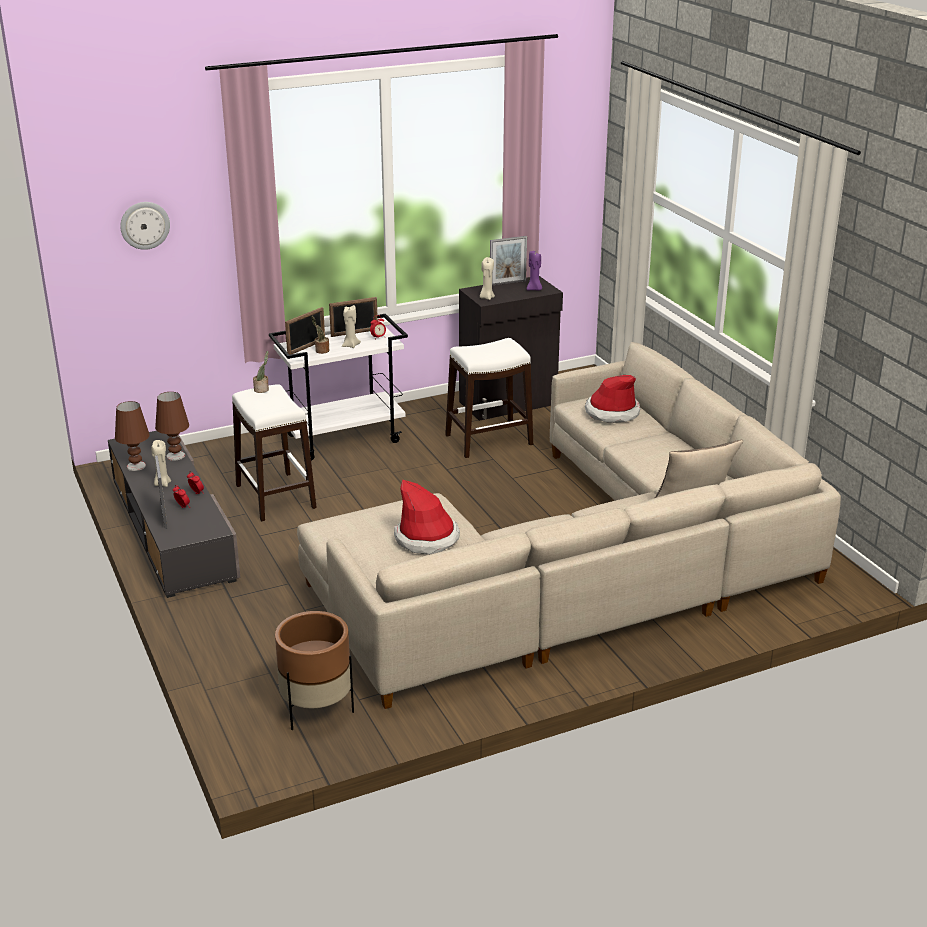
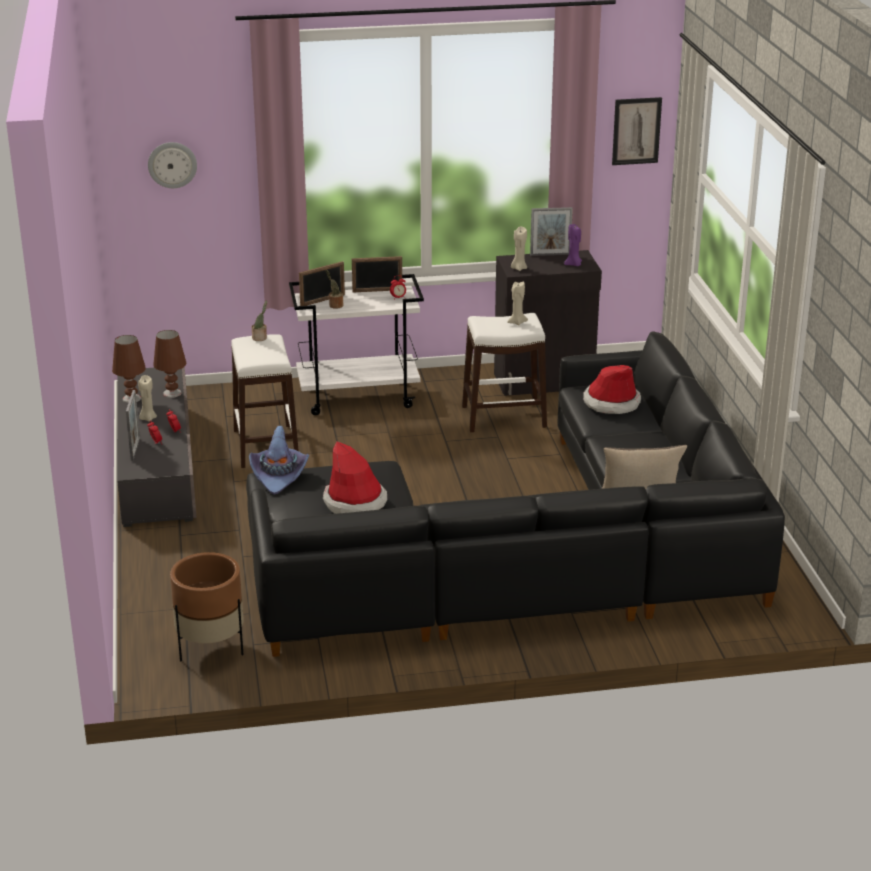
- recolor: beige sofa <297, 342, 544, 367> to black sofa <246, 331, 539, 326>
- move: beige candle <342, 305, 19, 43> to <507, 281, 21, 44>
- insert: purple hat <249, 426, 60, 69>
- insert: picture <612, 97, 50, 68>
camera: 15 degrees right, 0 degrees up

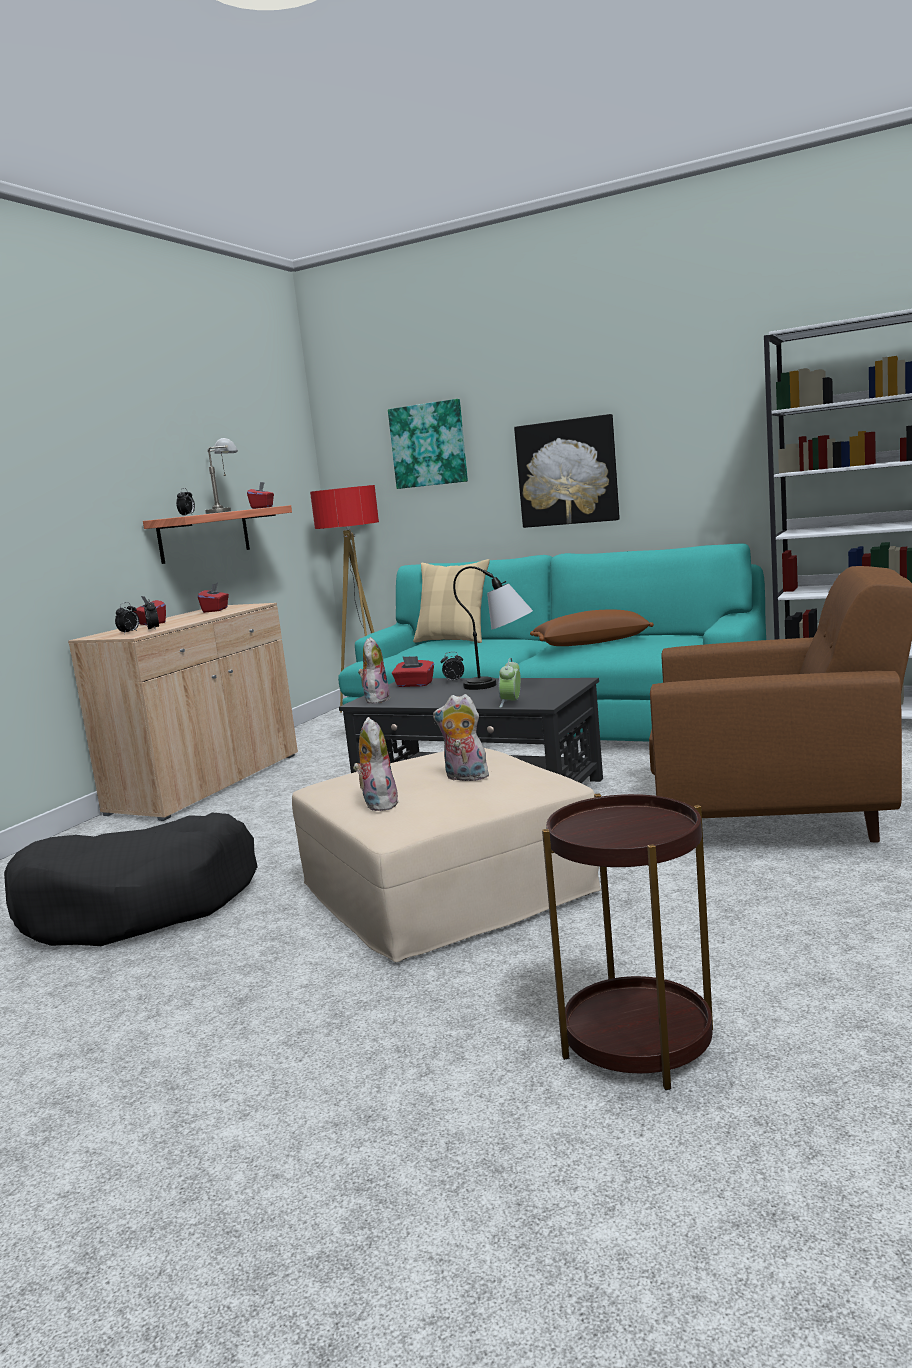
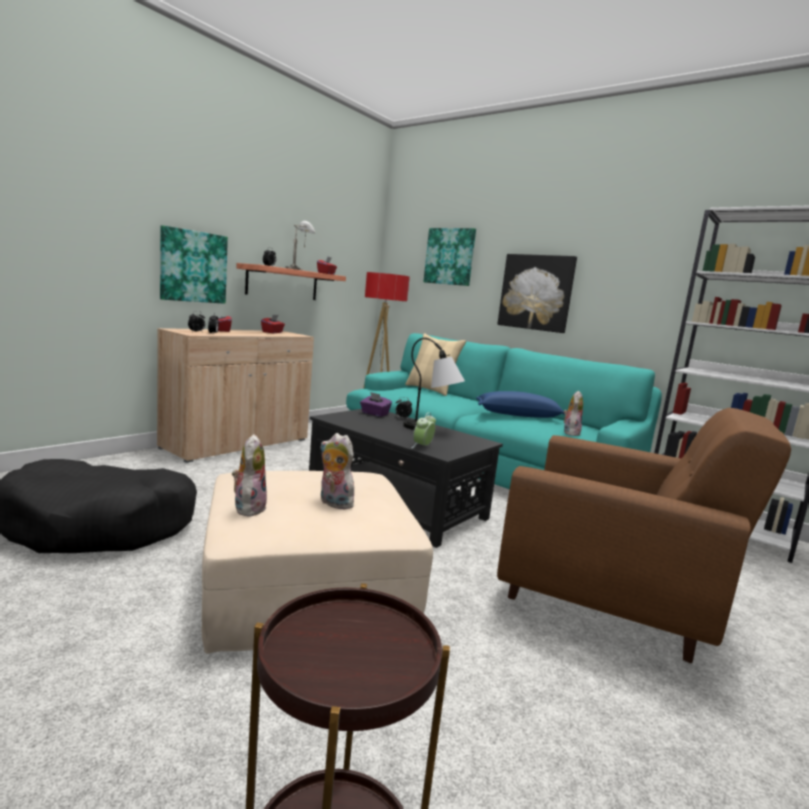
- move: plush toy <358, 637, 32, 67> to <564, 391, 19, 45>
- recolor: red tissue box <392, 656, 42, 31> to purple tissue box <360, 392, 32, 25>
- recolor: brown pillow <530, 610, 124, 36> to blue pillow <476, 391, 89, 27>
- insert: picture <160, 225, 68, 79>
camera: 10 degrees right, 0 degrees up

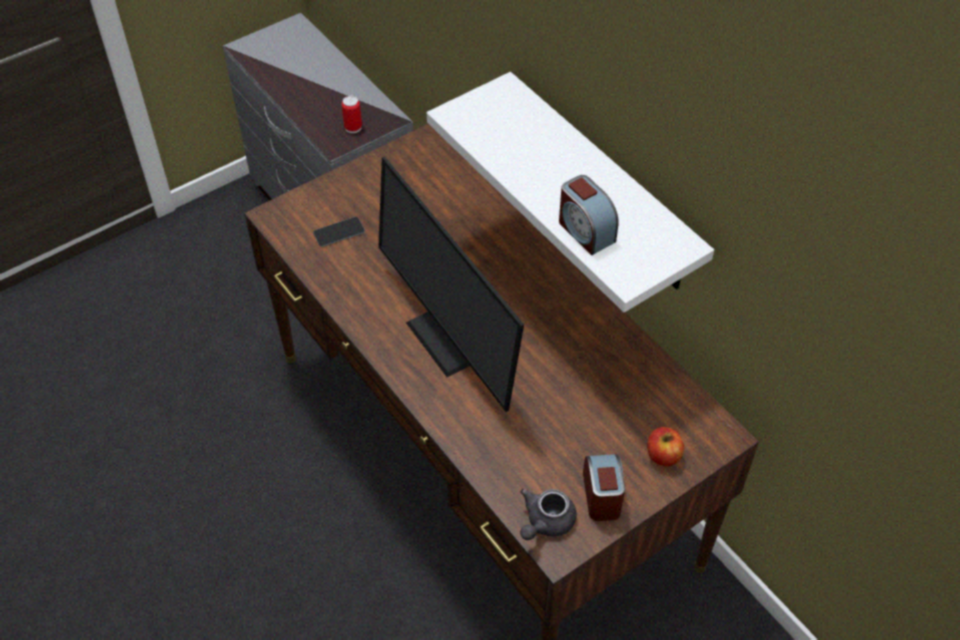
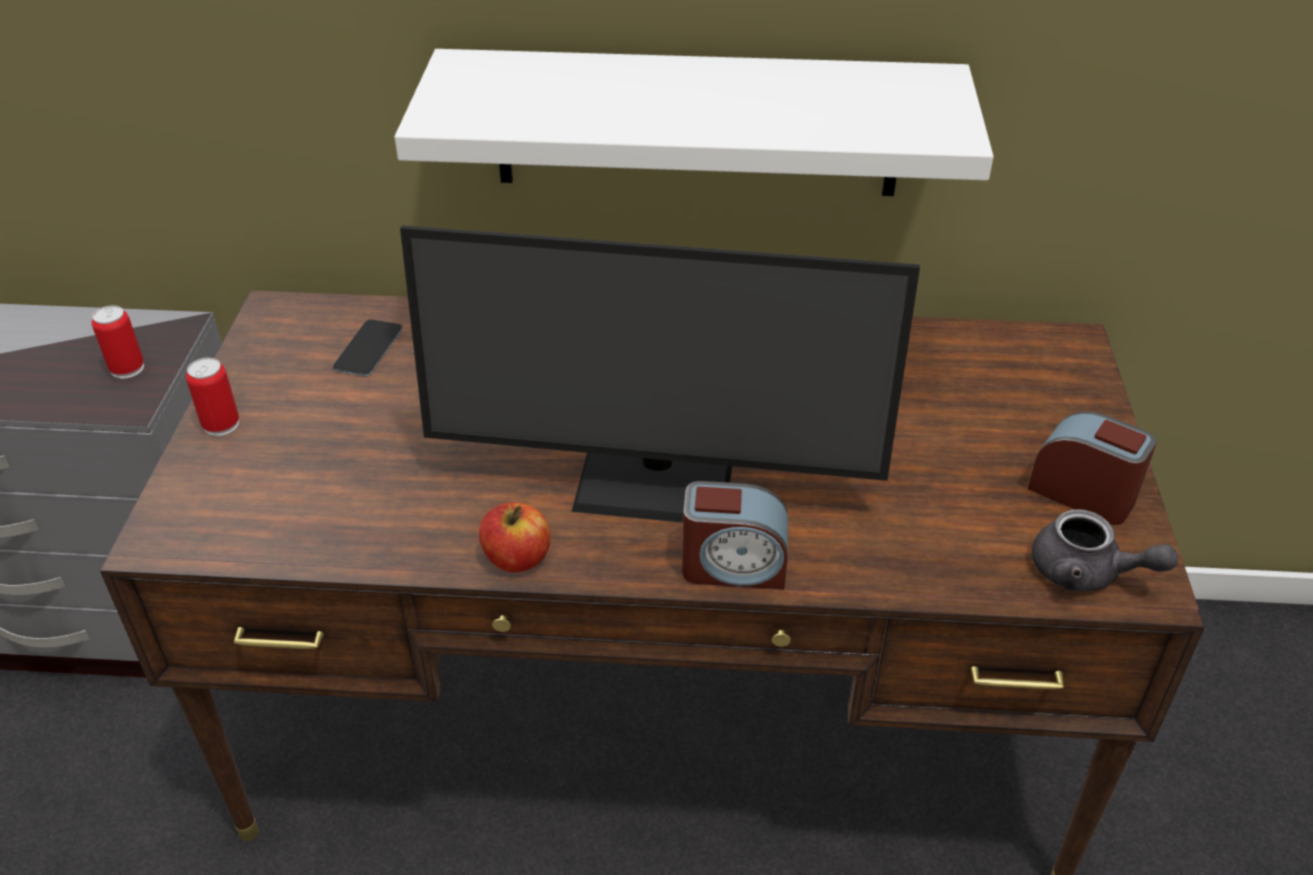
- move: phone <313, 217, 52, 30> to <333, 319, 70, 58>
- rotate: grey teapot <520, 489, 57, 51> = <1032, 509, 146, 83> 45 degrees counterclockwise
- move: alarm clock <559, 175, 60, 80> to <682, 481, 106, 108>
- move: apple <647, 427, 37, 39> to <479, 502, 72, 70>
- insert: can <186, 358, 53, 78>
camera: 50 degrees left, 10 degrees down

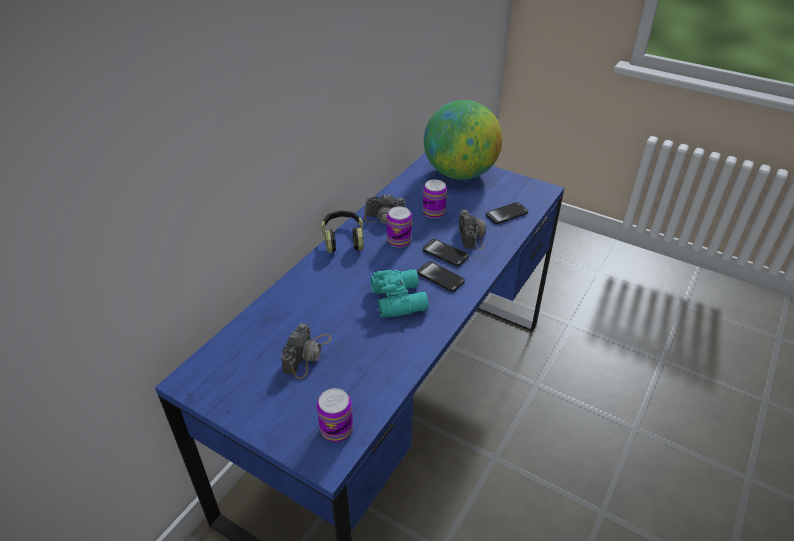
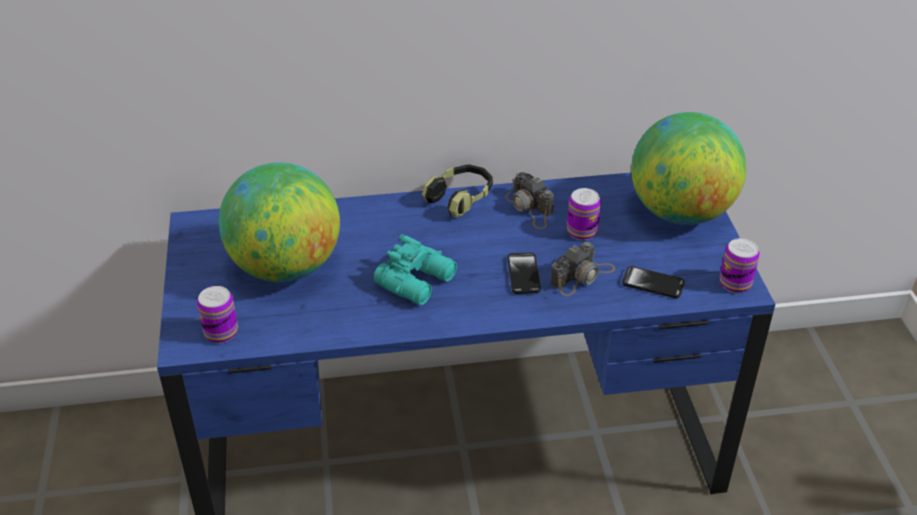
- replace: photo camera <281, 323, 50, 56> to globe <219, 162, 121, 120>
- move: can <387, 206, 25, 41> to <720, 238, 40, 55>
- delete: phone <417, 261, 48, 31>
camera: 50 degrees right, 0 degrees up

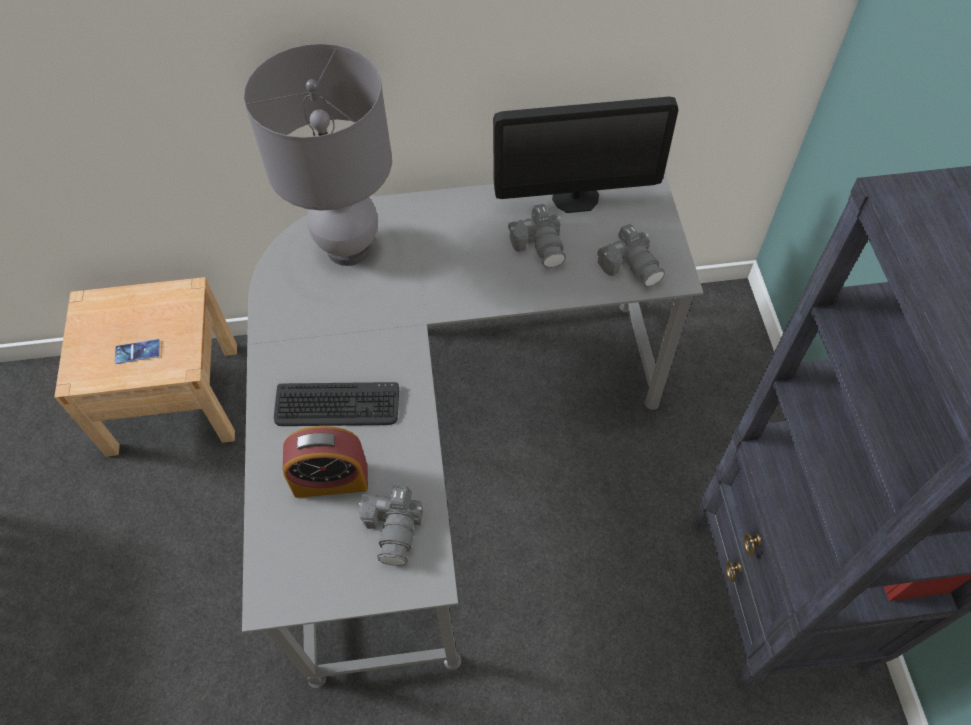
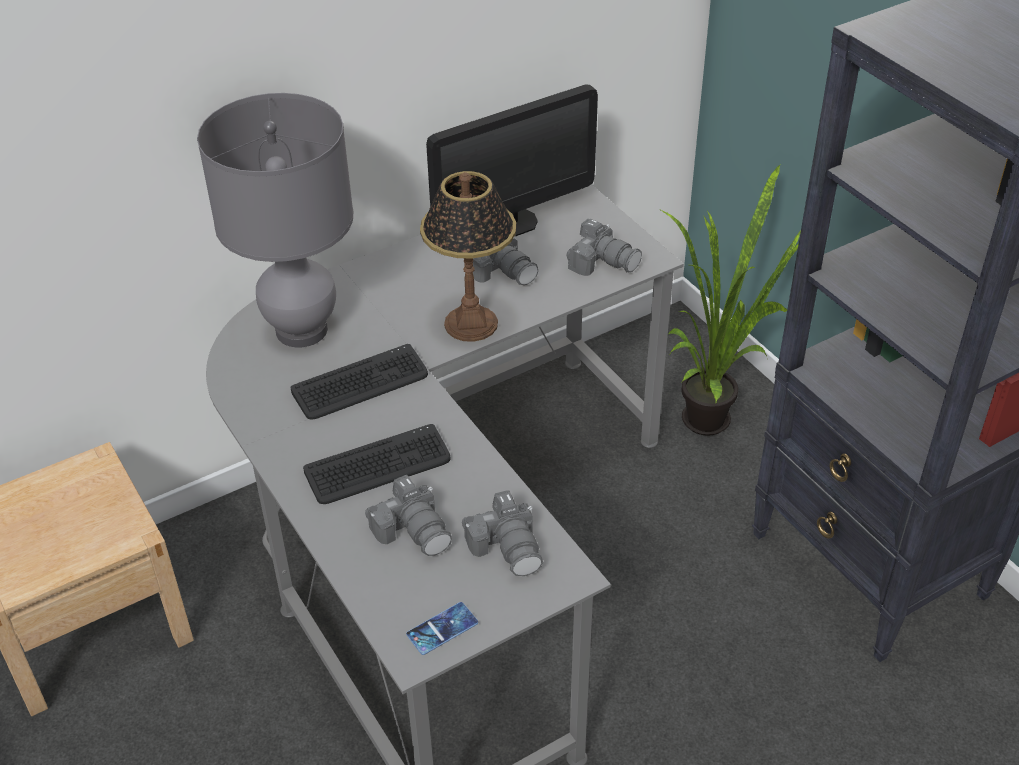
- move: phone <115, 339, 45, 25> to <406, 602, 72, 53>
- replace: alarm clock <283, 426, 85, 72> to photo camera <365, 475, 87, 81>
- insert: keyboard <291, 344, 137, 76>
- insert: table lamp <420, 171, 96, 171>
- insert: potted plant <661, 164, 140, 272>
camera: 25 degrees left, 15 degrees down

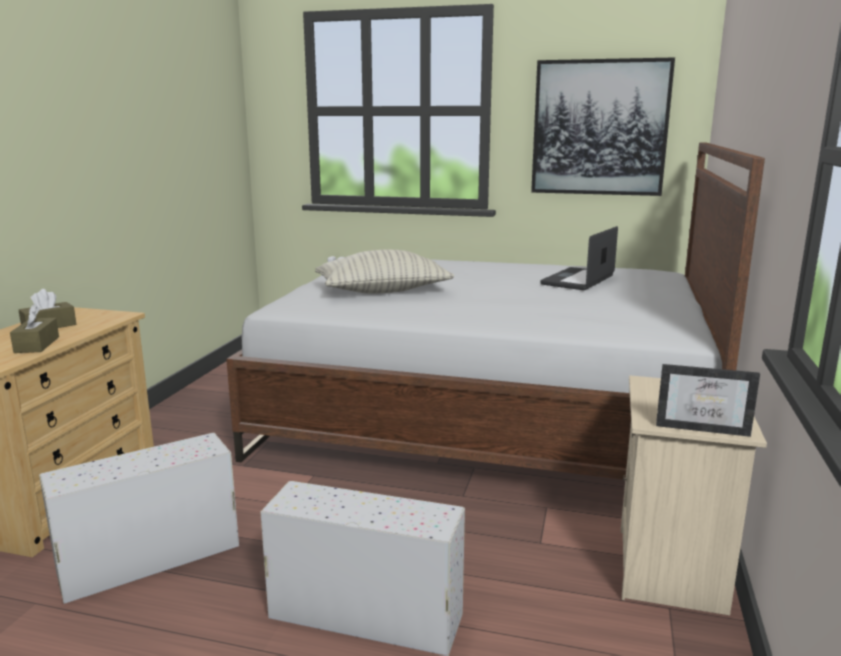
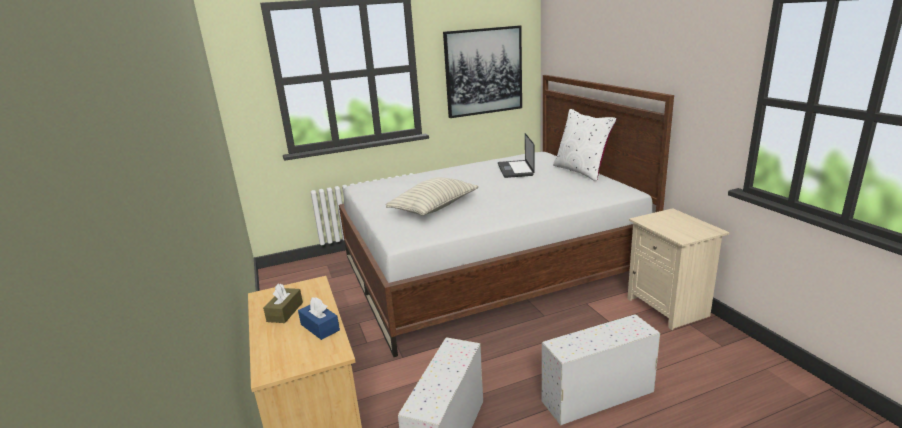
- recolor: brown tissue box <10, 304, 49, 49> to blue tissue box <298, 297, 42, 43>
- delete: picture frame <656, 364, 104, 73>
- insert: white pillow <553, 109, 64, 72>
camera: 35 degrees left, 5 degrees up

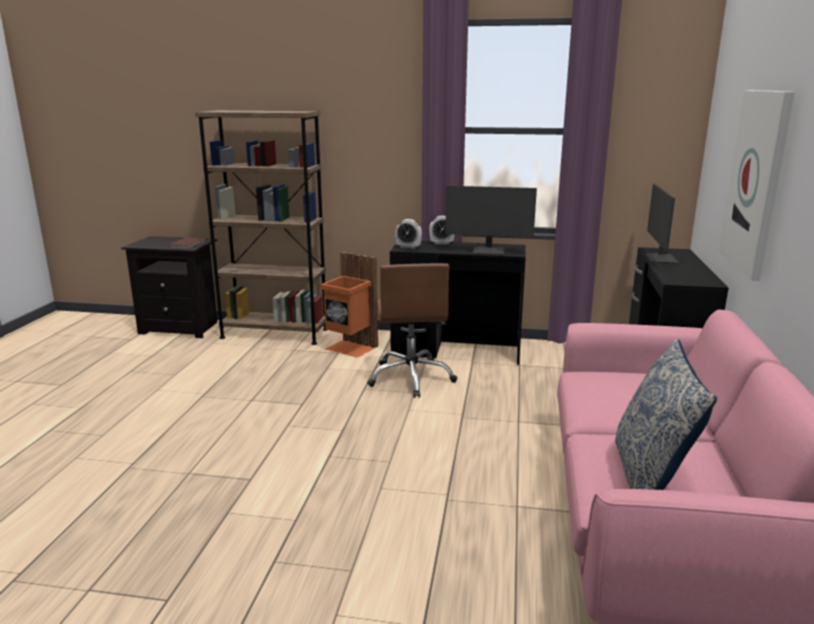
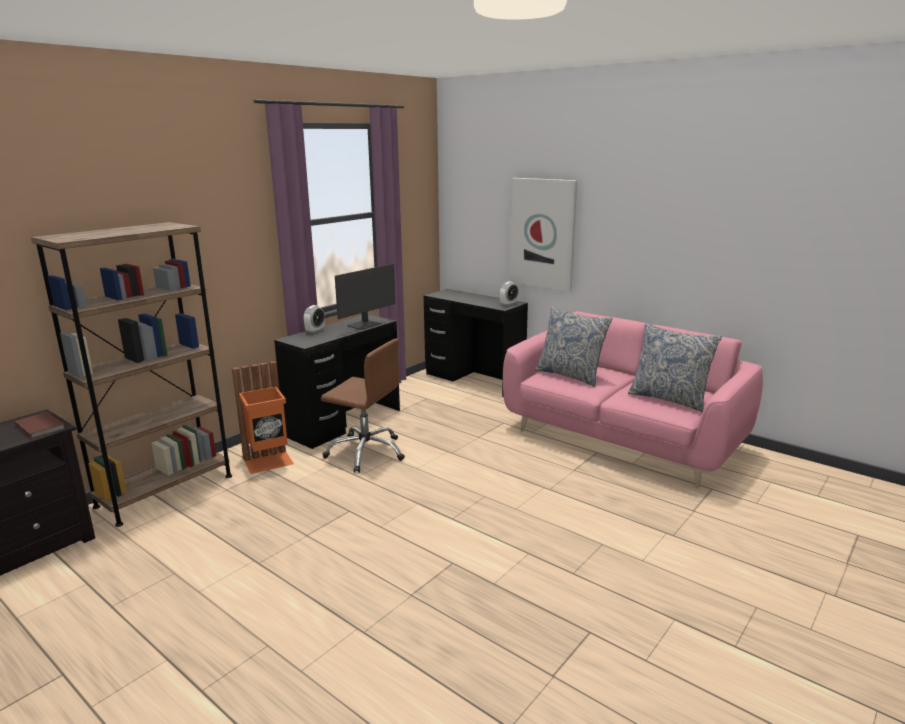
- move: alarm clock <395, 219, 27, 30> to <500, 282, 19, 24>
- delete: monitor <646, 184, 33, 79>
- insert: pillow <535, 307, 77, 80>
camera: 60 degrees left, 0 degrees up

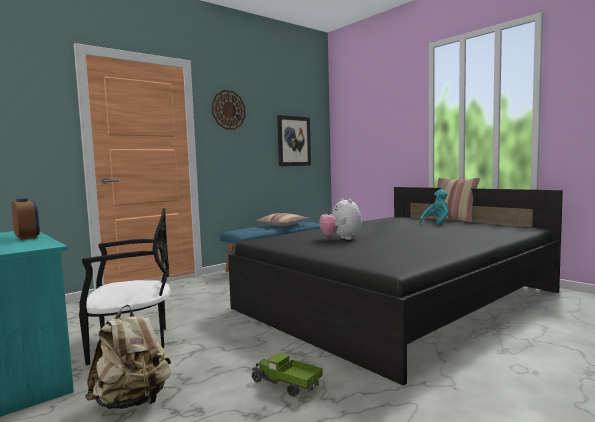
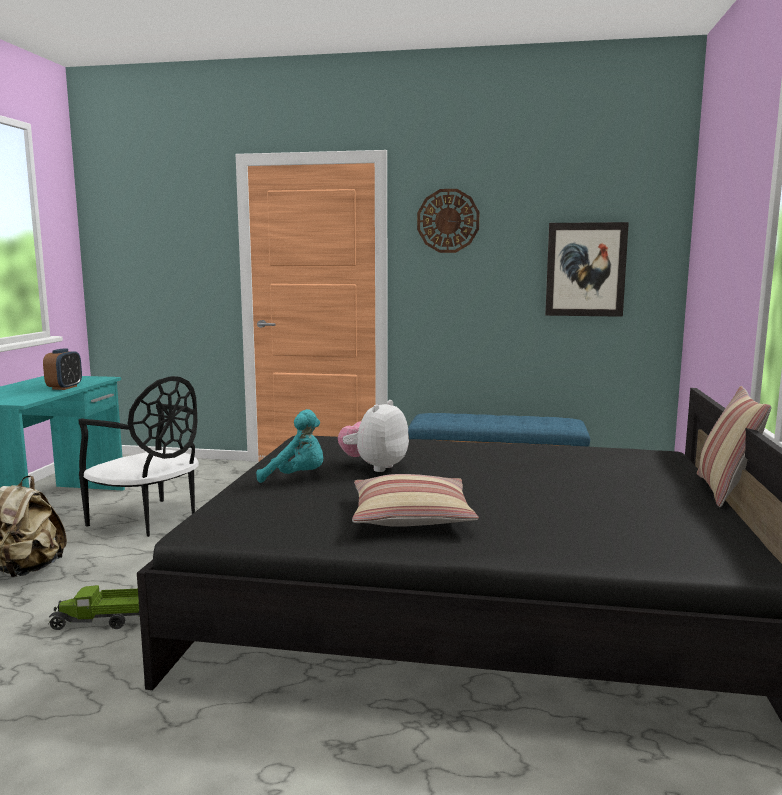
- rotate: toy truck <251, 353, 72, 44> = <49, 585, 91, 45> 90 degrees counterclockwise
- move: pillow <256, 213, 53, 13> to <352, 474, 127, 53>
- move: turquoise plush toy <419, 189, 30, 37> to <256, 409, 67, 74>
camera: 50 degrees right, 5 degrees up

